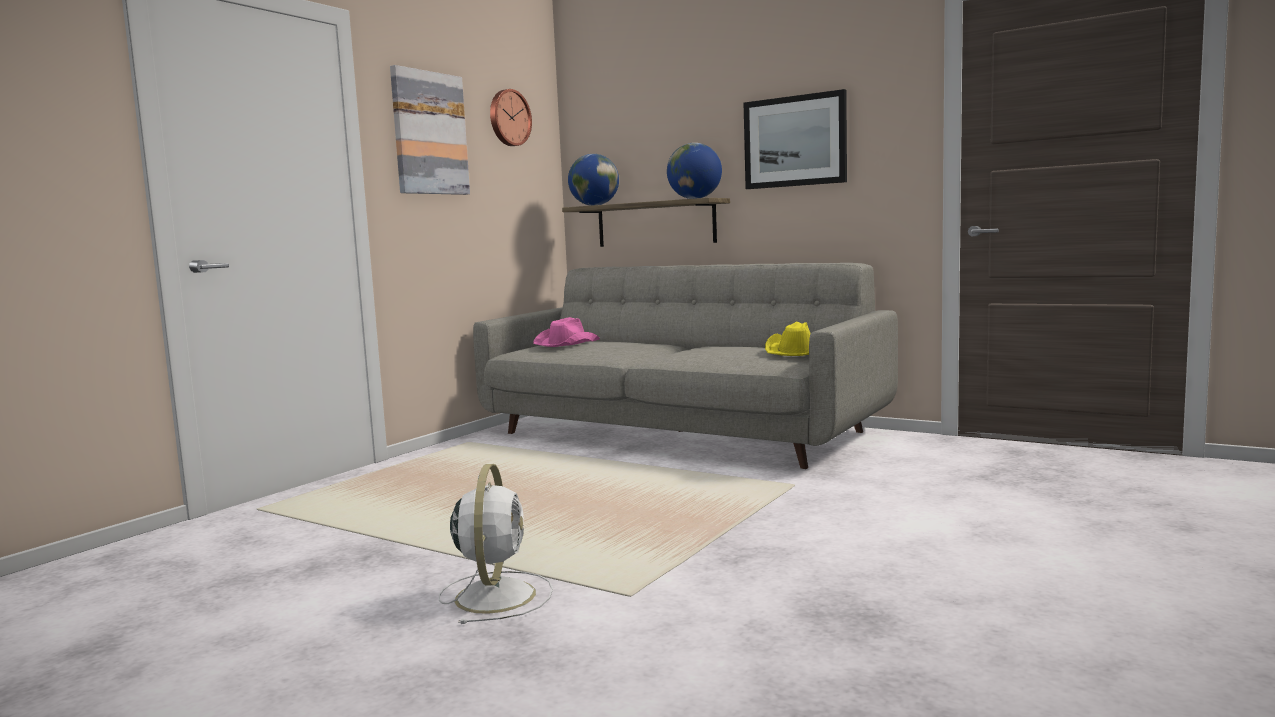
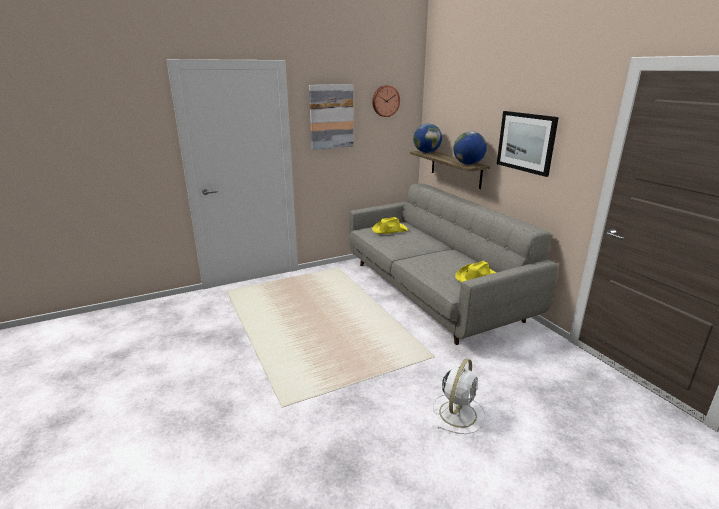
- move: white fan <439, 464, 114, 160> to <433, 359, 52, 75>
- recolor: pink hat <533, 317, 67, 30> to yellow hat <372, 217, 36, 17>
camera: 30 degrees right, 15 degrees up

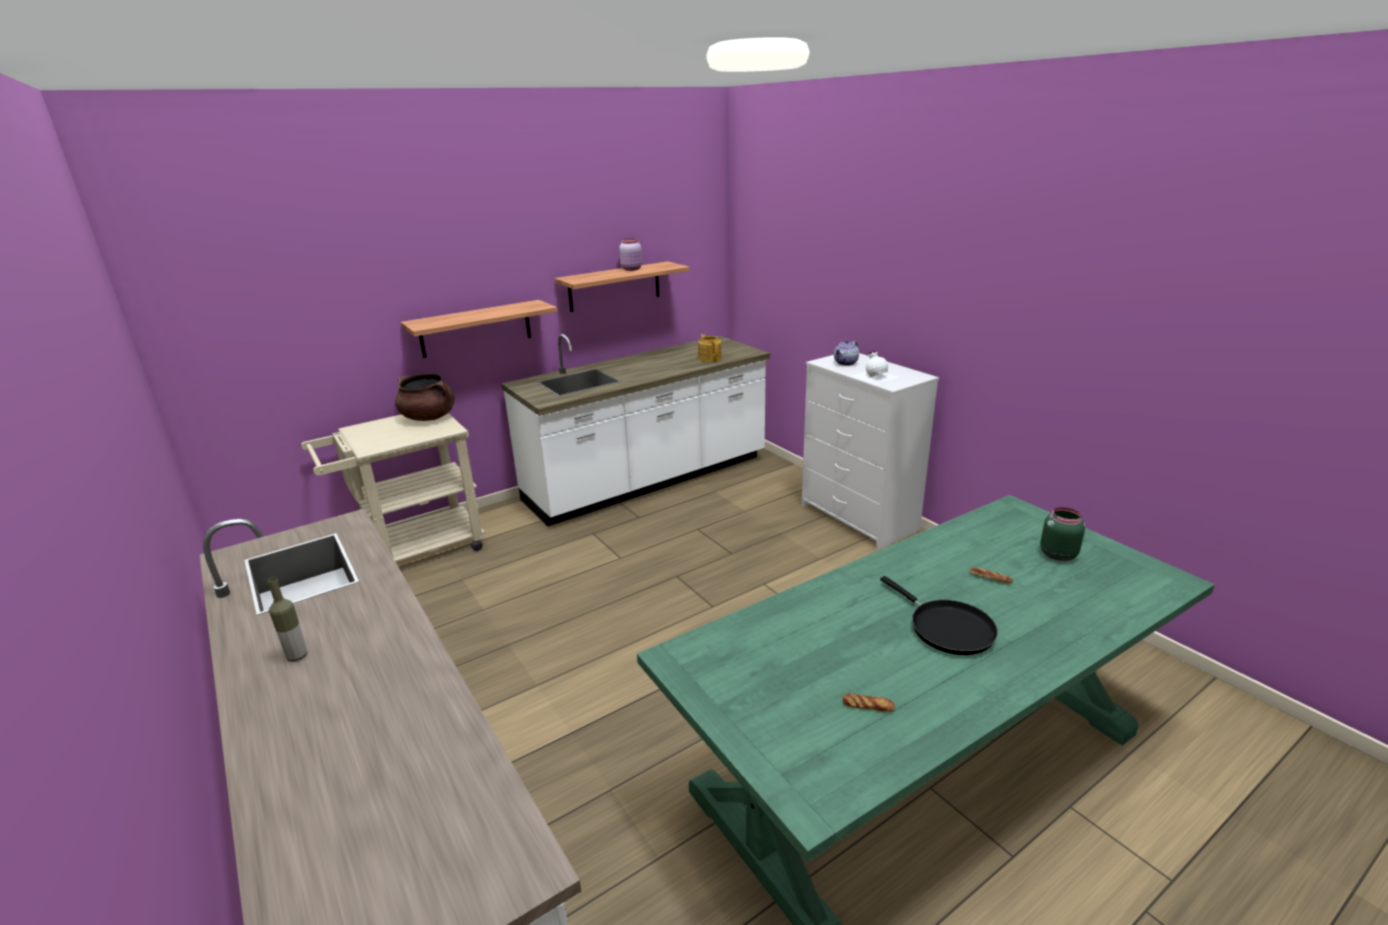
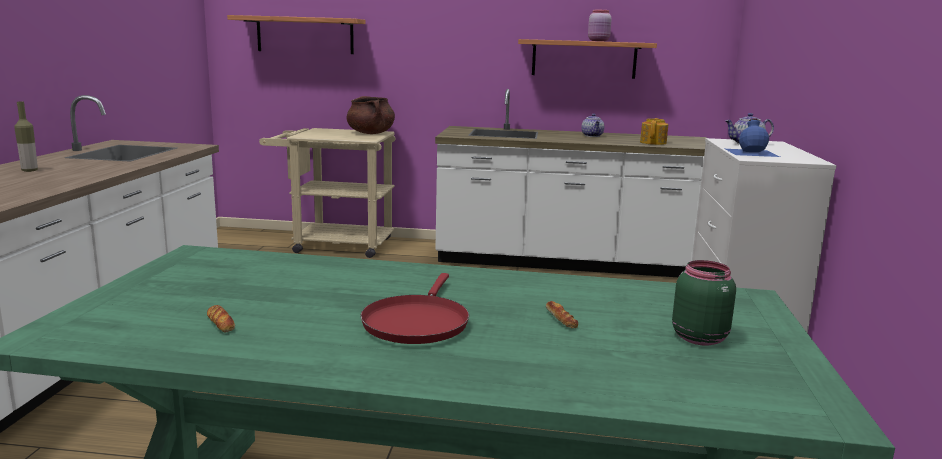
- move: shelf <401, 300, 156, 58> to <227, 15, 139, 39>
- recolor: white bottle <852, 351, 46, 33> to blue bottle <725, 118, 55, 39>
- recolor: black frying pan <880, 576, 118, 79> to red frying pan <360, 273, 109, 71>
- insert: teapot <581, 113, 23, 24>
camera: 40 degrees right, 10 degrees down

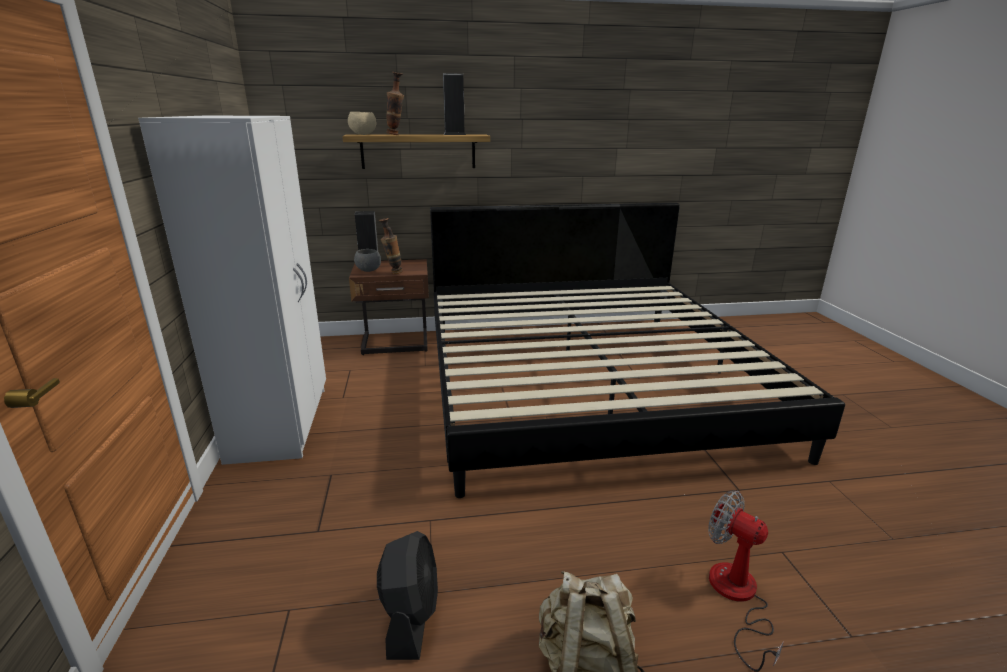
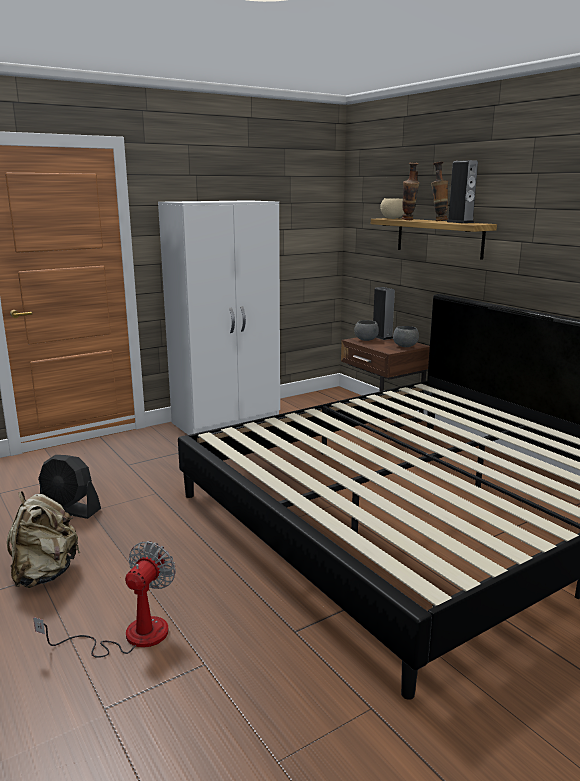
- rotate: black fan <377, 531, 61, 129> = <38, 455, 63, 64> 45 degrees clockwise
- move: vase <378, 218, 25, 56> to <431, 162, 17, 59>
- insert: grey bowl <393, 326, 26, 21>
camera: 65 degrees right, 5 degrees down

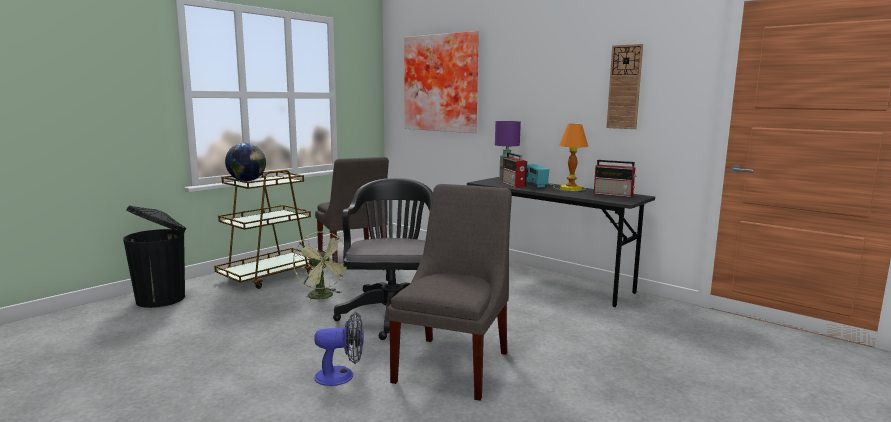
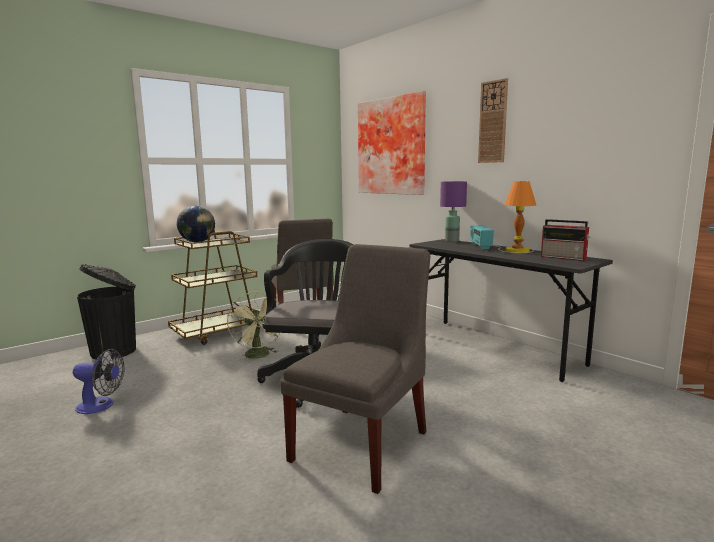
- move: fan <314, 312, 50, 74> to <73, 349, 52, 65>
- delete: radio <502, 152, 25, 36>
- move: wall clock <606, 44, 37, 85> to <478, 78, 30, 85>
camera: 10 degrees right, 0 degrees up

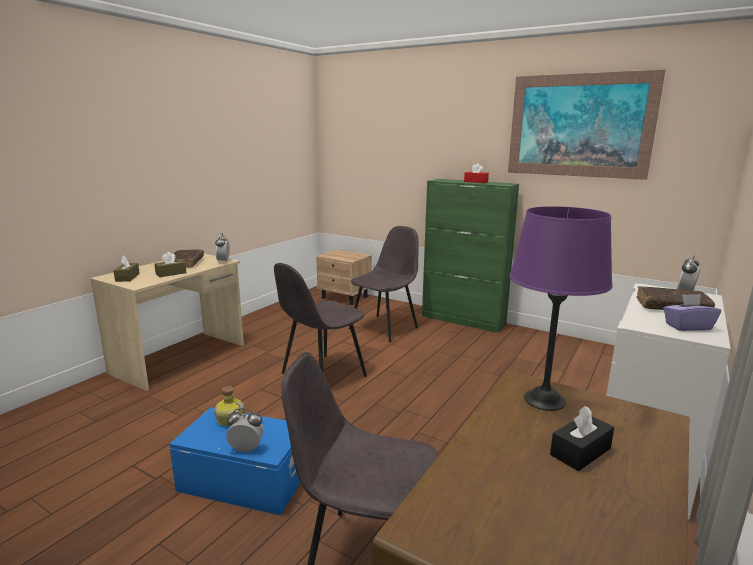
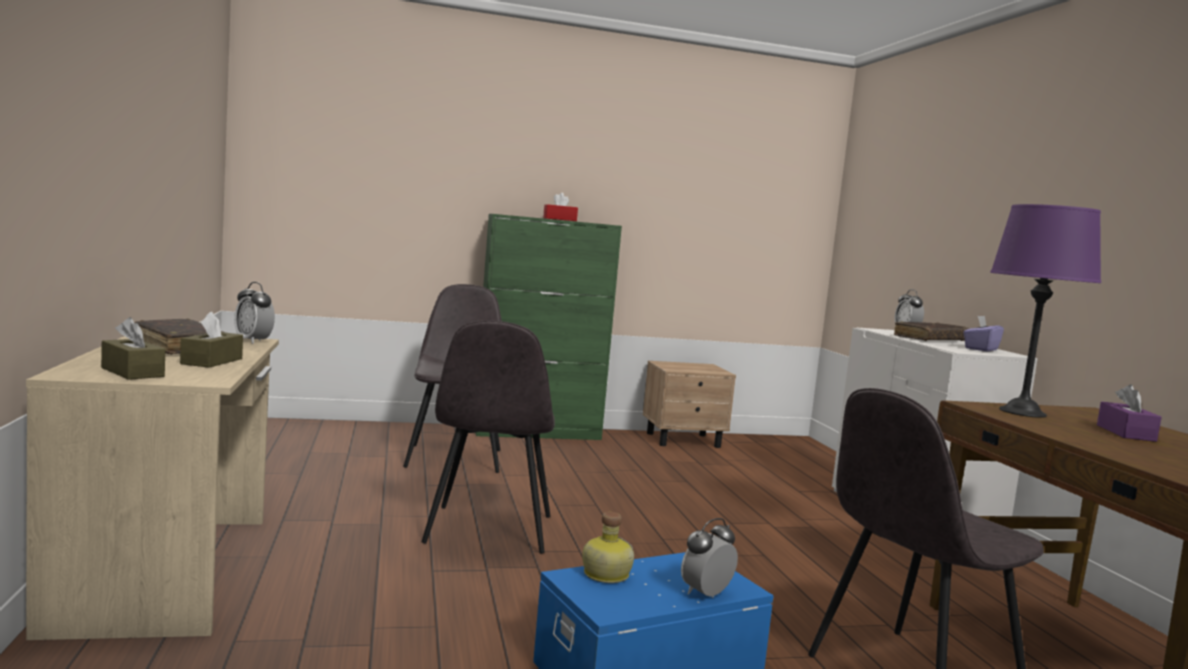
- move: beige nightstand <316, 250, 56, 55> to <643, 361, 93, 87>
- delete: picture <508, 70, 157, 110>
- recolor: black tissue box <550, 406, 64, 65> to purple tissue box <1097, 384, 65, 58>
camera: 45 degrees left, 10 degrees down

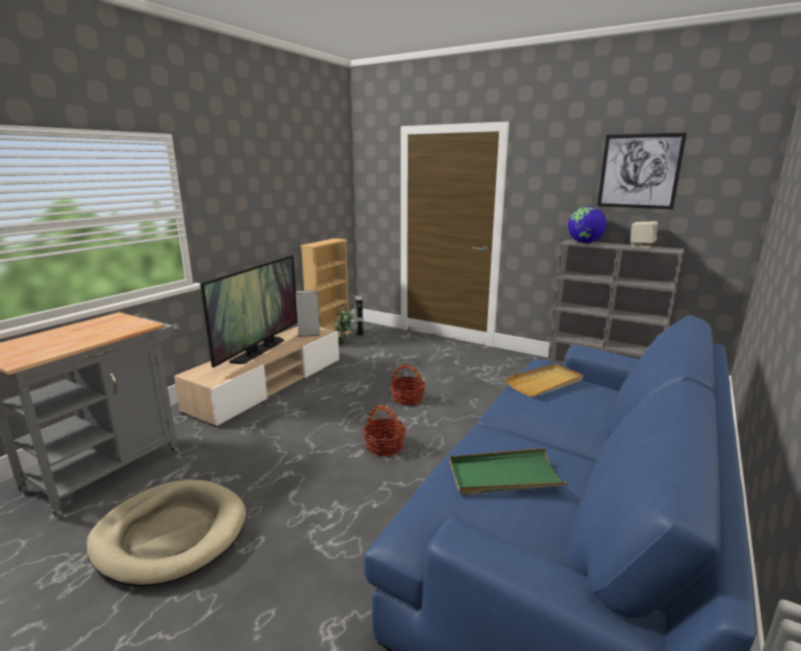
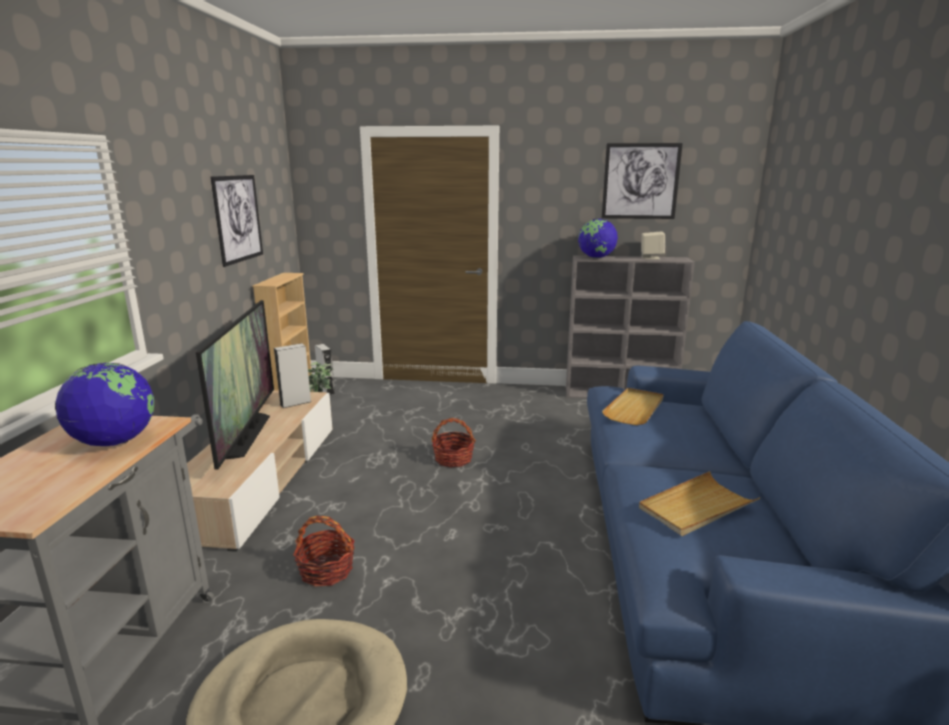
- move: basket <363, 405, 43, 51> to <293, 516, 62, 71>
- recolor: green tray <449, 448, 119, 47> to beige tray <639, 471, 122, 65>
- insert: globe <55, 362, 99, 85>
- insert: picture <211, 175, 52, 92>
camera: 25 degrees left, 0 degrees up

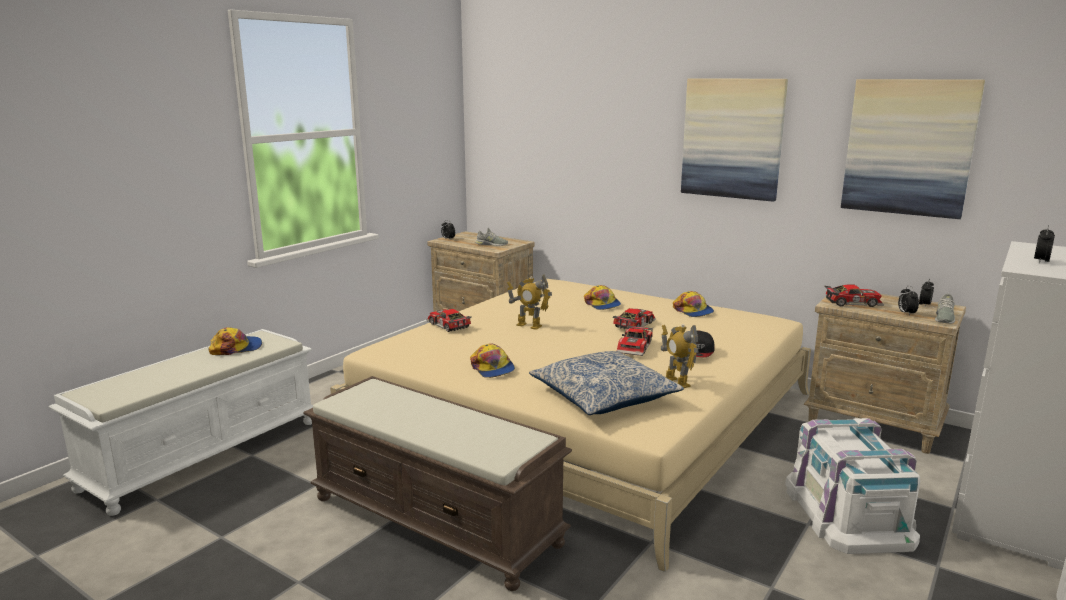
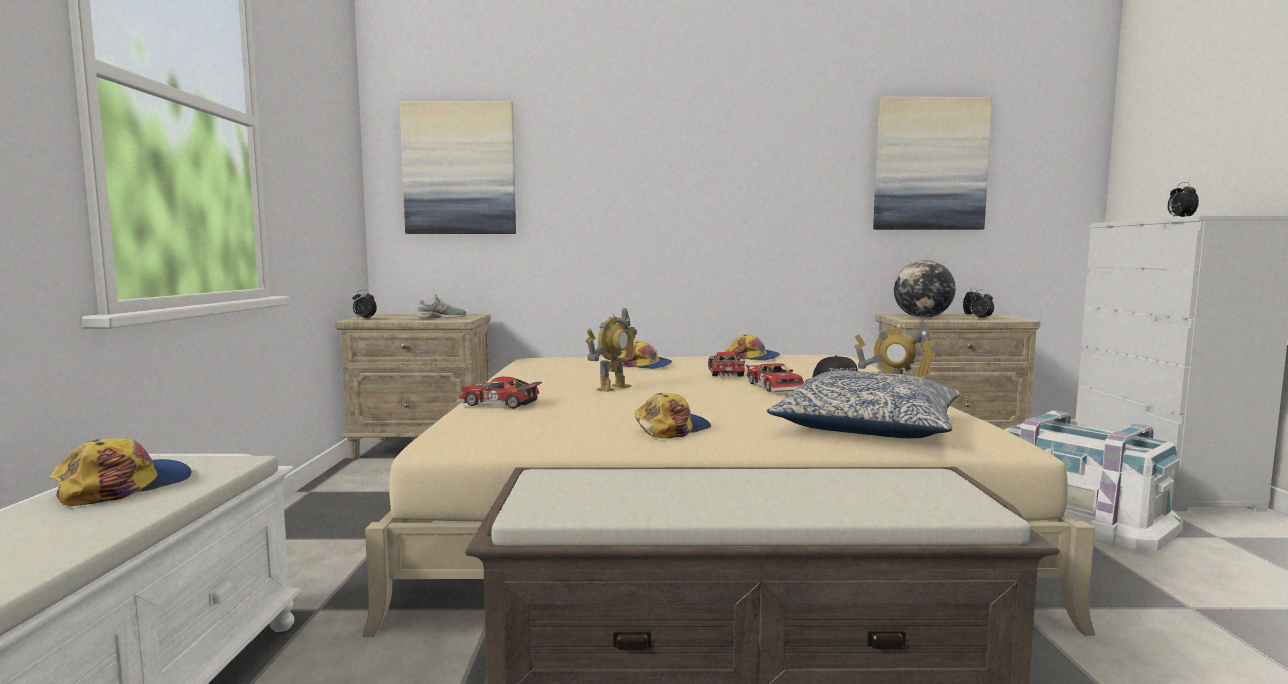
- rotate: cap <470, 343, 45, 35> = <635, 393, 76, 45> 75 degrees counterclockwise
- rotate: toy robot <507, 275, 45, 55> = <585, 308, 52, 84> 45 degrees counterclockwise
- move: picture <681, 78, 107, 124> to <400, 101, 116, 133>
- replace: toy car <824, 284, 60, 23> to globe <894, 260, 62, 58>
- delete: grey shoe <935, 294, 20, 30>
camera: 35 degrees left, 10 degrees down

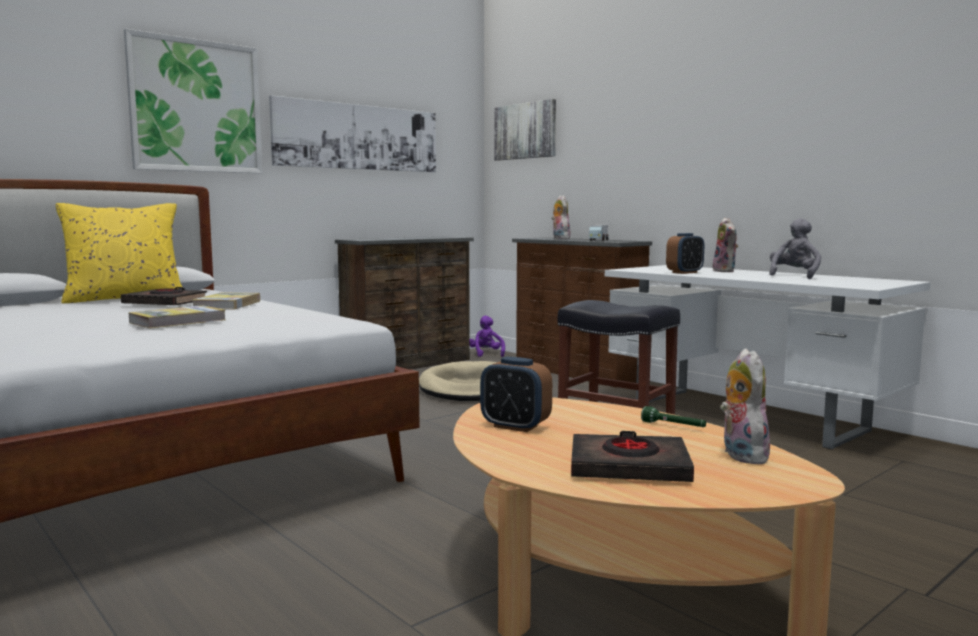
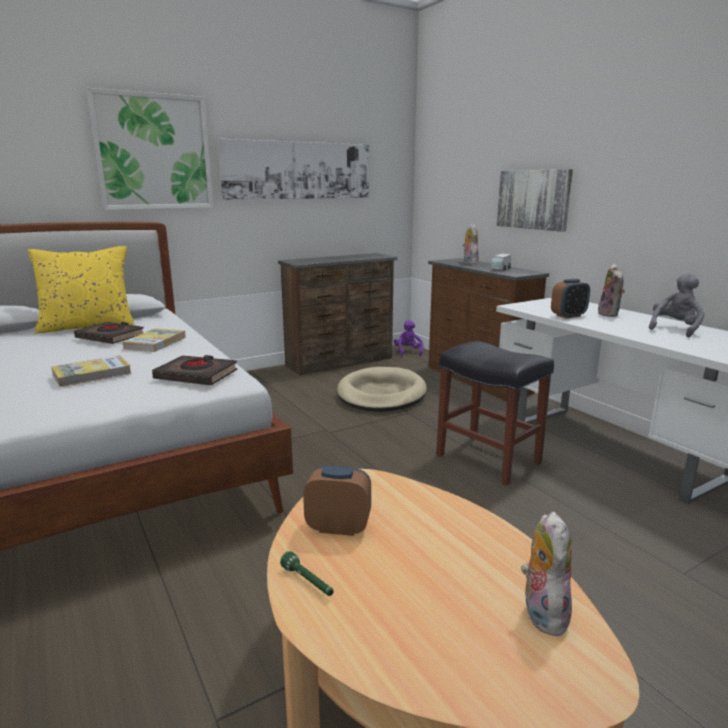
- rotate: alarm clock <480, 357, 72, 75> = <303, 466, 68, 70> 150 degrees clockwise
- move: picture <494, 99, 62, 62> to <497, 169, 76, 63>
- move: black book <571, 431, 123, 51> to <152, 355, 86, 30>
- move: green flashlight <641, 406, 65, 21> to <280, 551, 54, 45>
camera: 10 degrees right, 10 degrees up

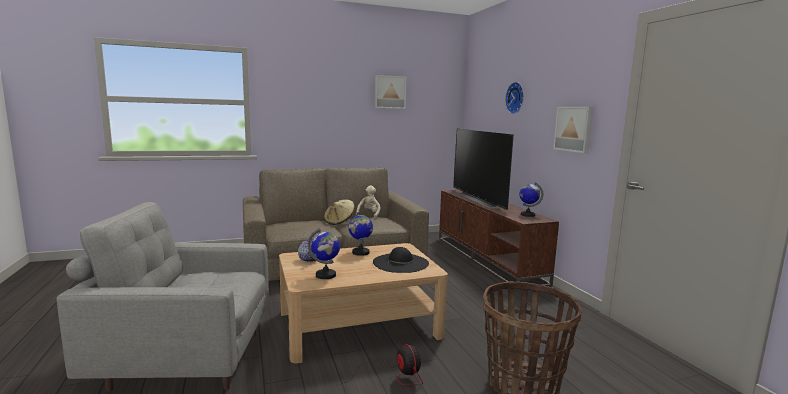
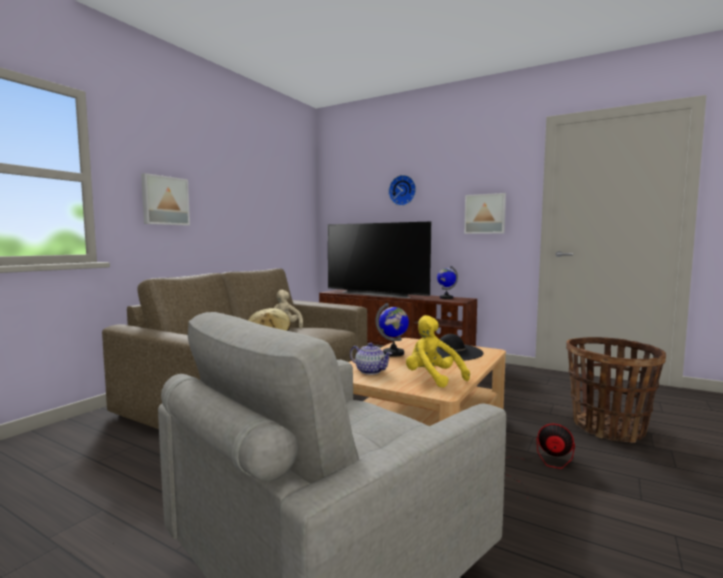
- replace: globe <308, 228, 32, 51> to yellow plush toy <406, 315, 64, 73>
- move: picture <375, 75, 31, 34> to <141, 173, 49, 53>
camera: 40 degrees left, 5 degrees down

